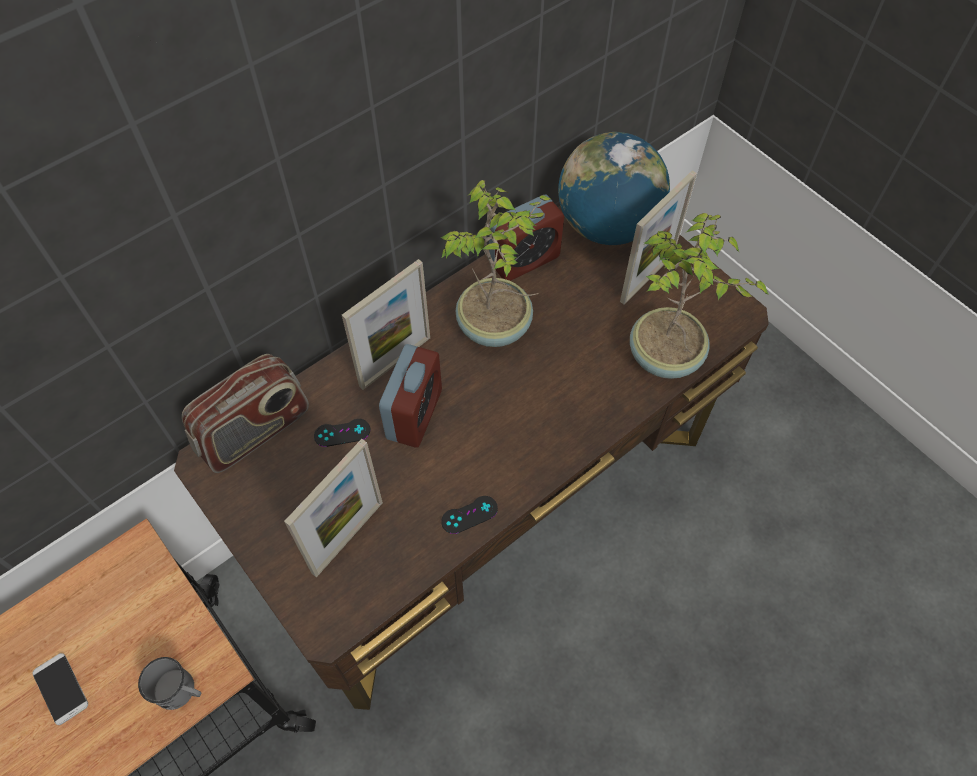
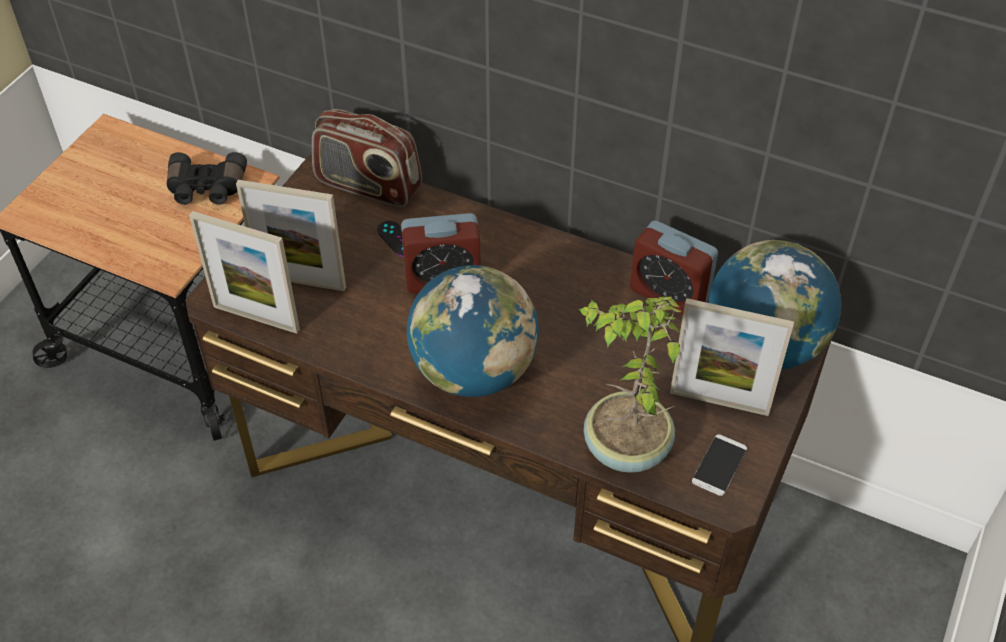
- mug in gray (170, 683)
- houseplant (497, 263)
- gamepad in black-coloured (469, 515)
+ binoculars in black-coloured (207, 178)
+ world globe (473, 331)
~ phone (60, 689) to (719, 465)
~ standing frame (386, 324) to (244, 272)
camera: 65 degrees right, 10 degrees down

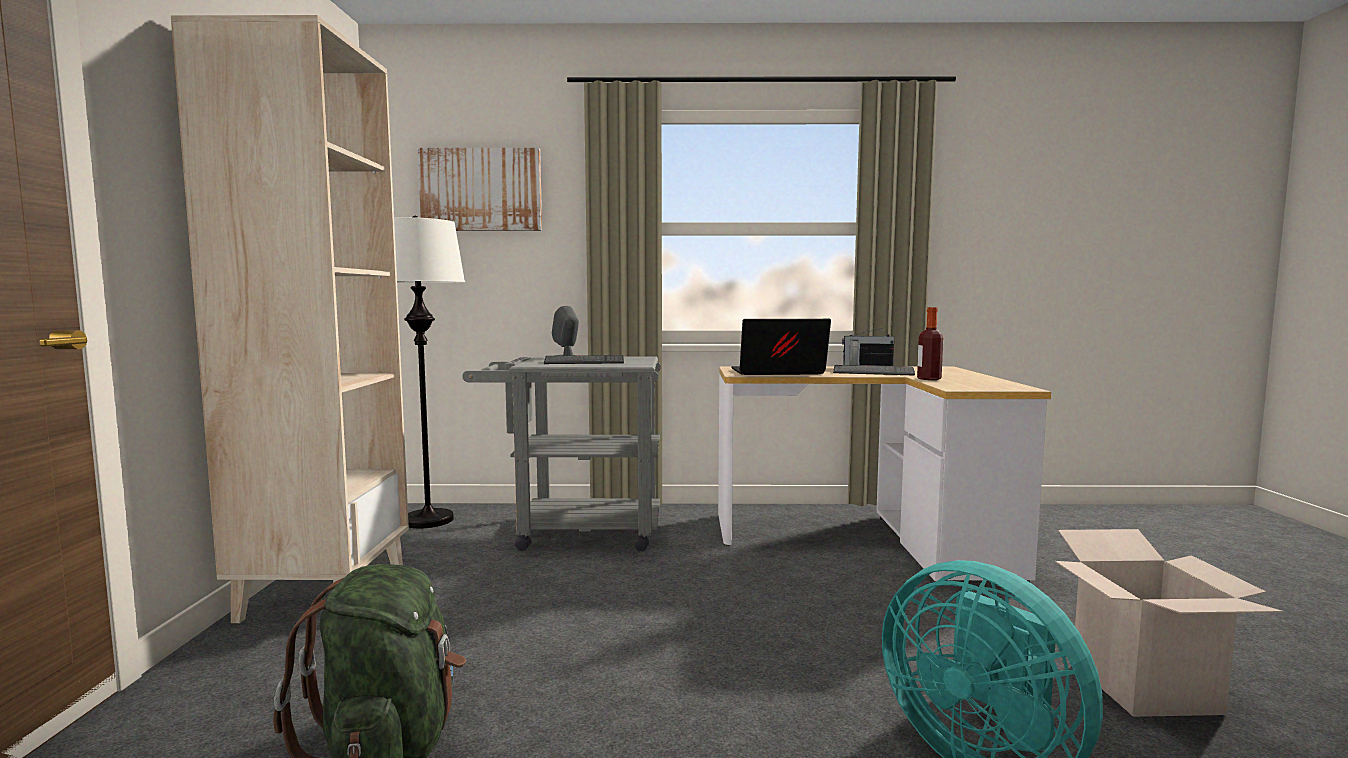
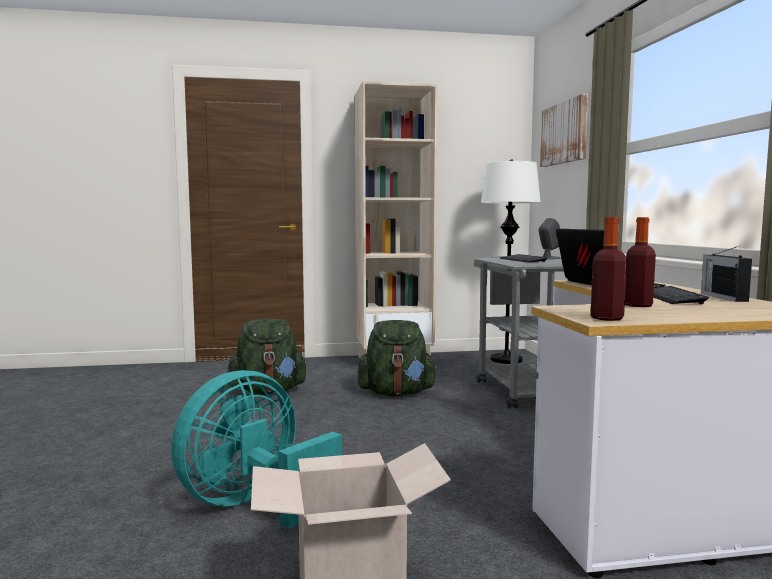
+ knapsack in green-coloured (397, 358)
+ bottle (609, 269)
camera: 80 degrees right, 0 degrees up

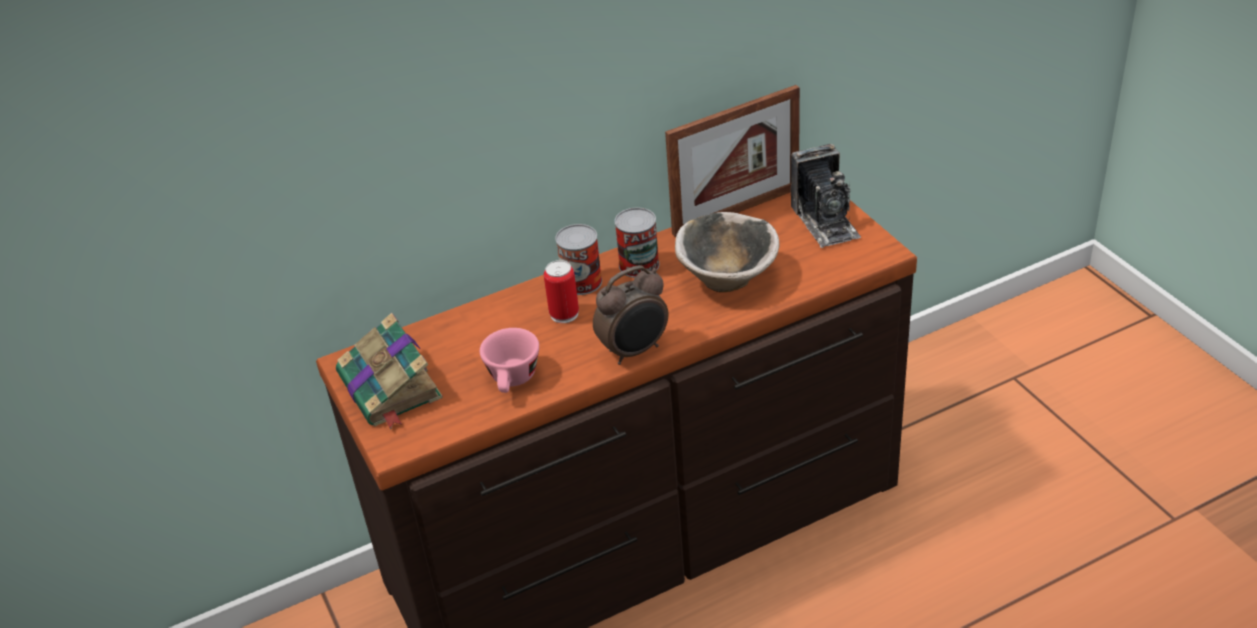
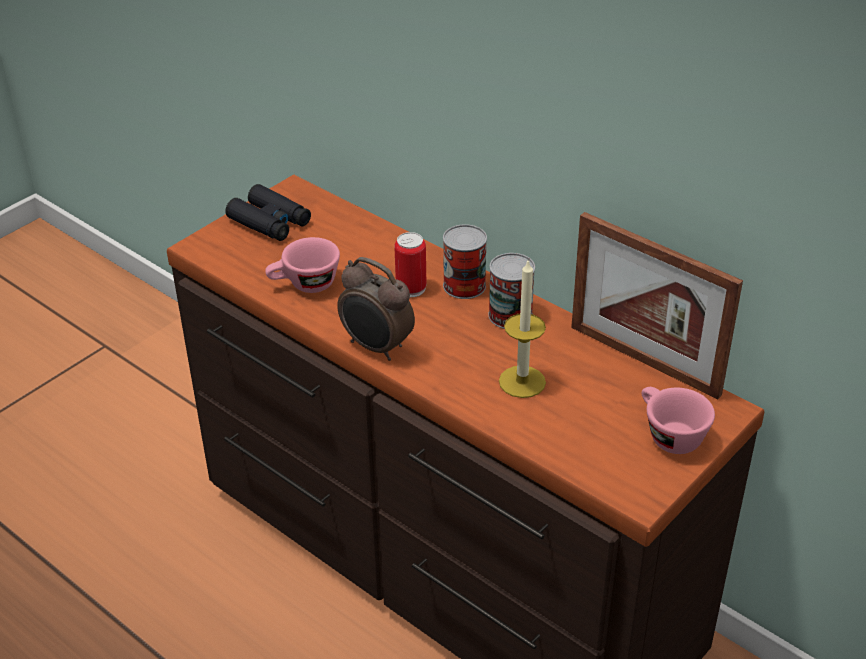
~ book (389, 371) to binoculars in black-coloured (268, 212)
~ bowl (727, 252) to candle (522, 329)
~ still camera (826, 196) to drinking cup in pink (678, 420)
camera: 65 degrees right, 0 degrees up

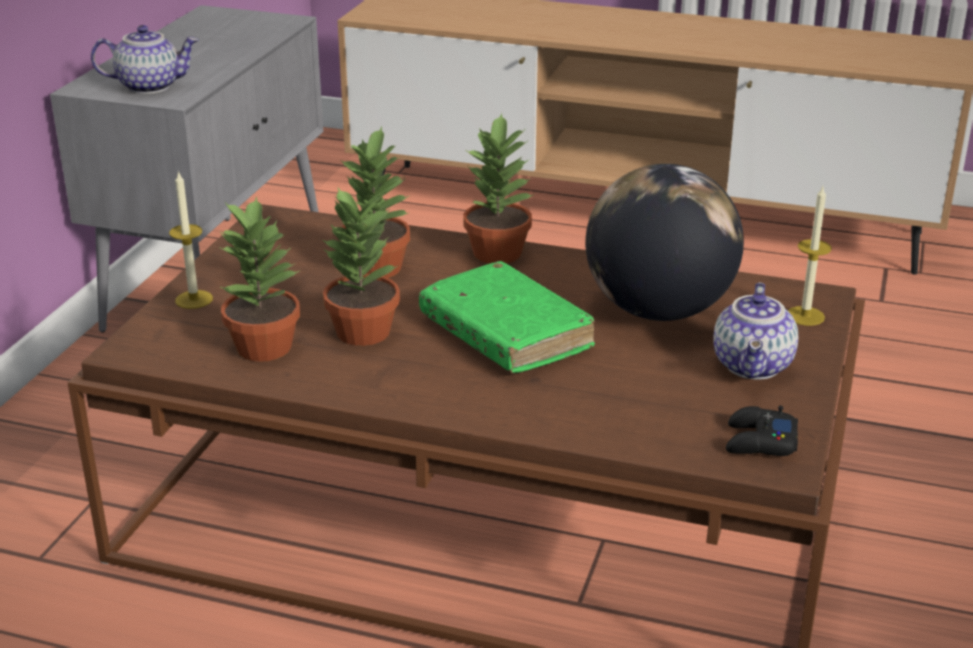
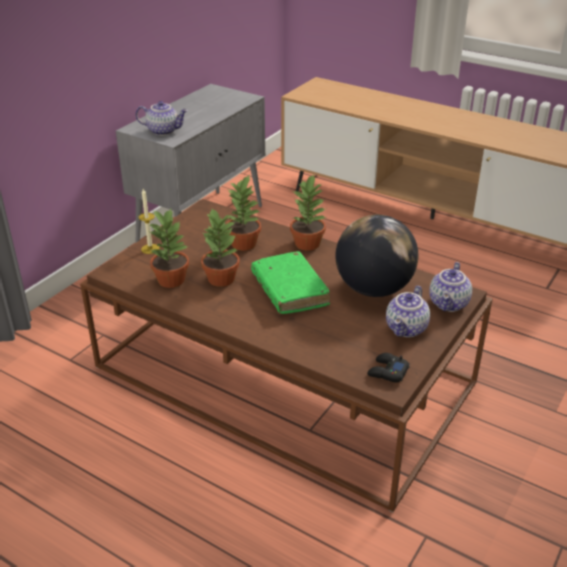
~ candle (809, 256) to teapot (450, 287)
camera: 15 degrees right, 5 degrees up

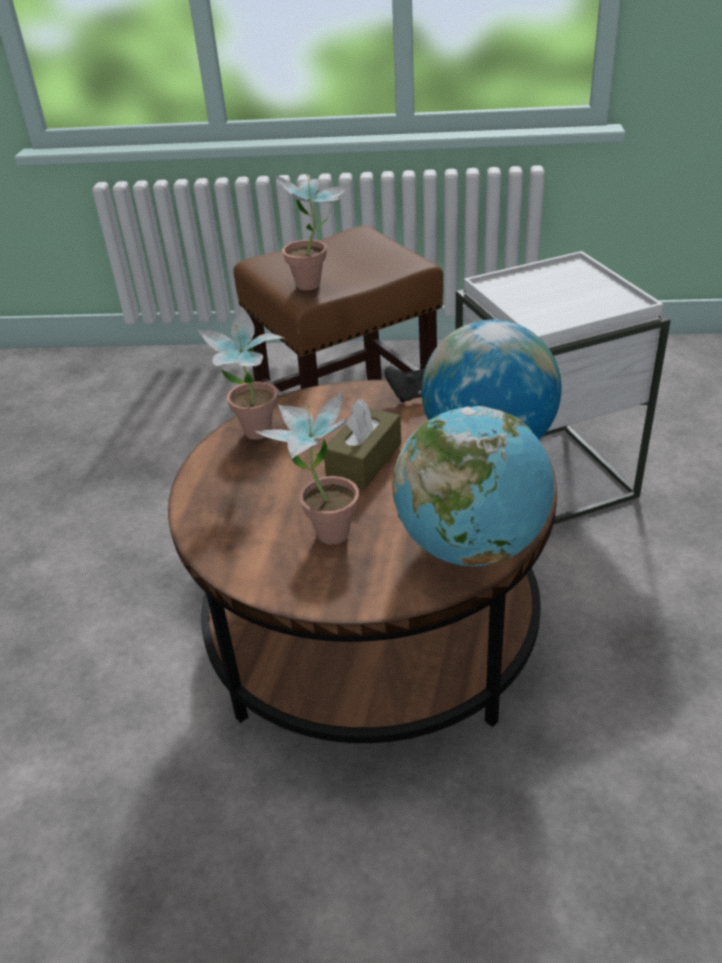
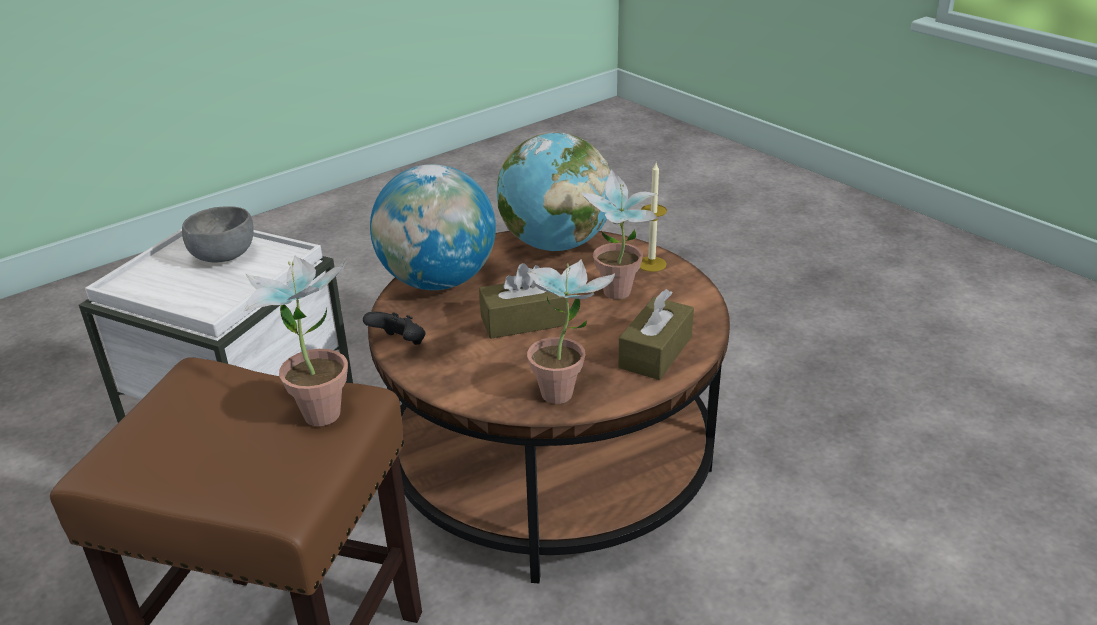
+ bowl in gray (218, 234)
+ box of tissues in brown (656, 334)
+ candle (653, 217)
camera: 135 degrees left, 5 degrees down

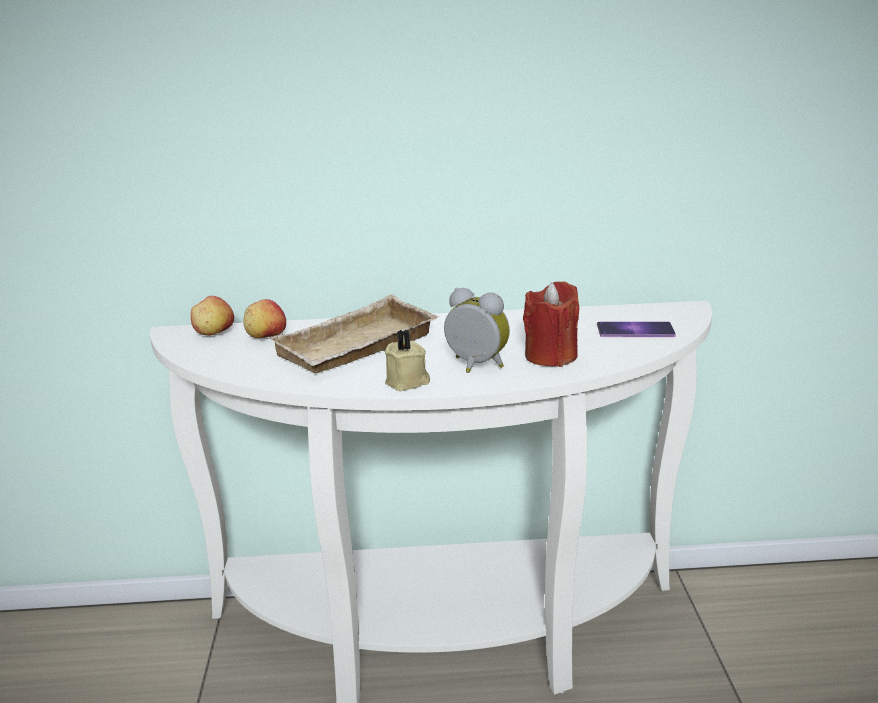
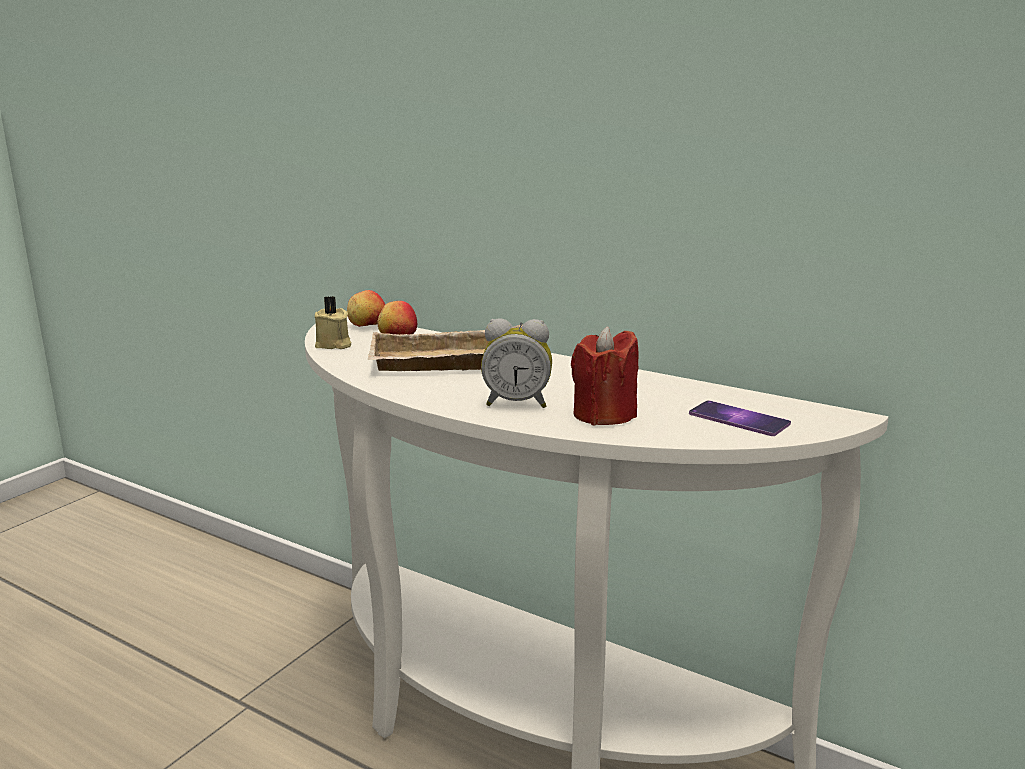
~ candle in sand-coloured (407, 360) to (333, 322)
~ alarm clock (477, 330) = (516, 363) 120 degrees clockwise
camera: 35 degrees right, 5 degrees down

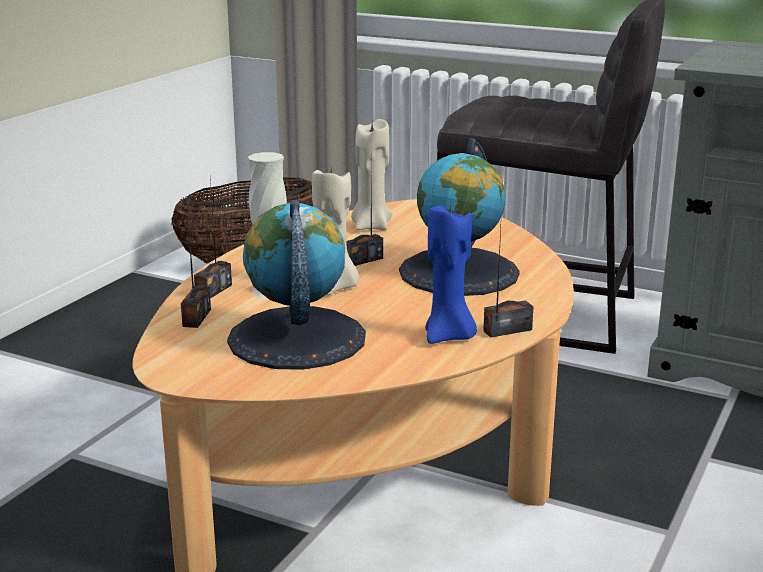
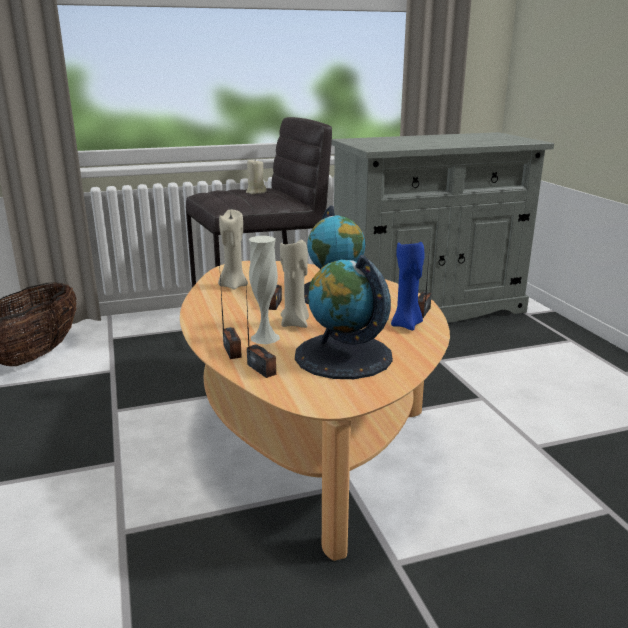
+ candle in sand-coloured (256, 177)
camera: 45 degrees left, 0 degrees up

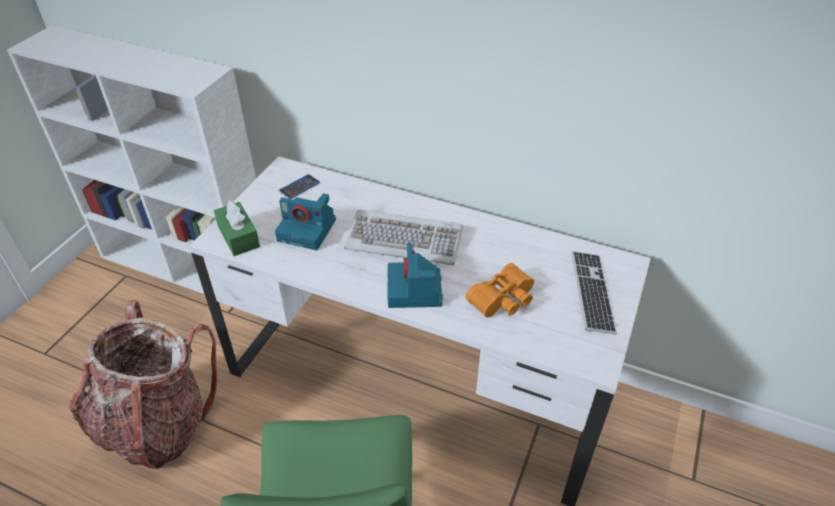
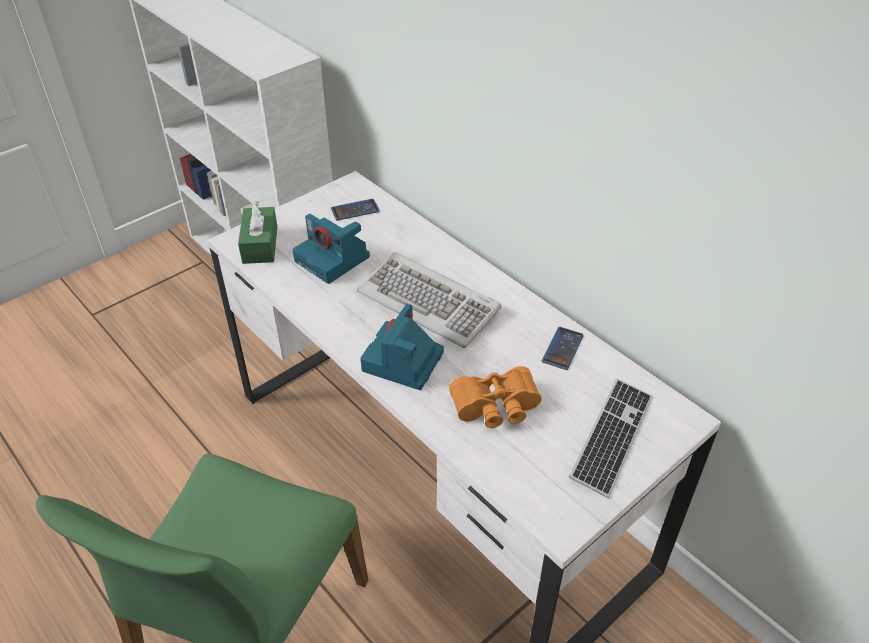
- knapsack (143, 384)
+ phone (563, 348)
camera: 25 degrees right, 0 degrees up

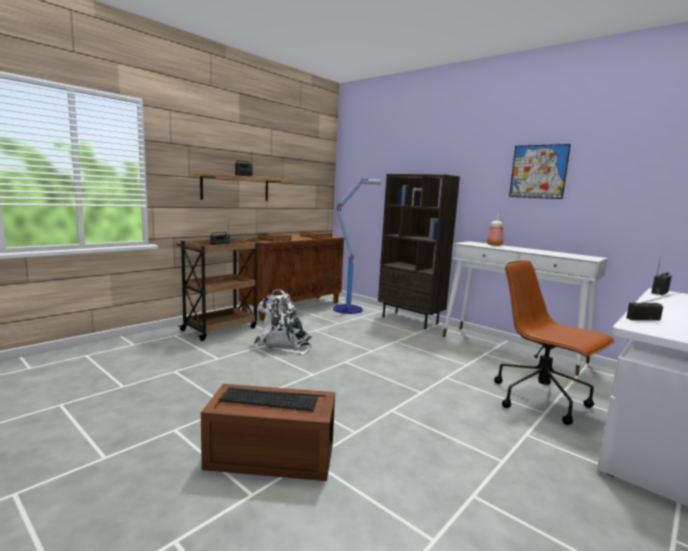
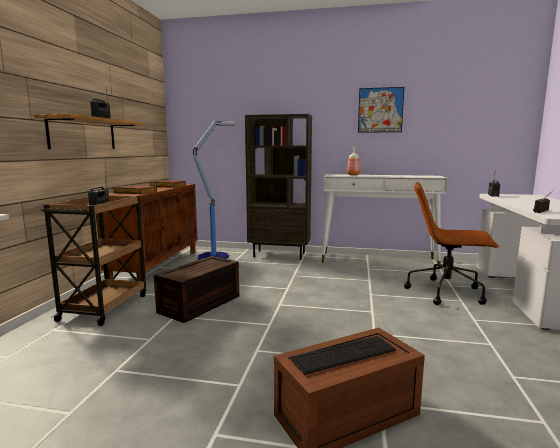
~ knapsack in white-coloured (282, 321) to storage container in brown (196, 289)
camera: 30 degrees left, 0 degrees up

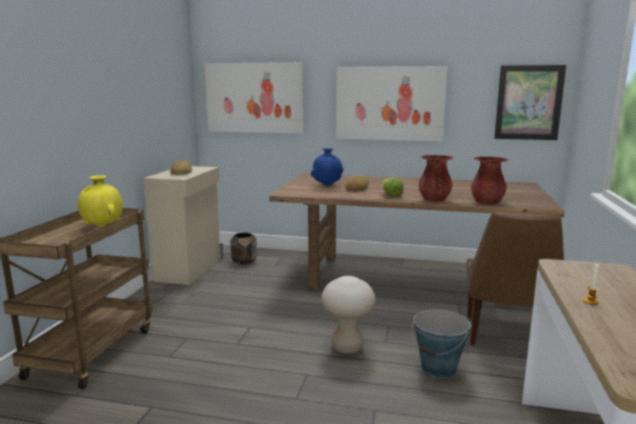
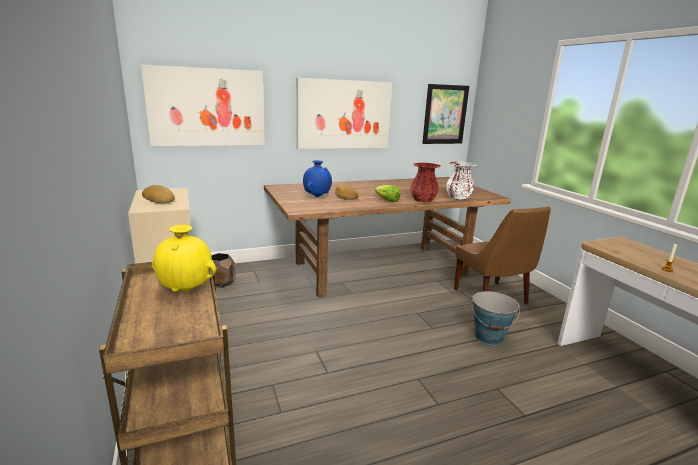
- stool seat in sand-coloured (348, 315)
~ vase in reddish (489, 180) to vase in white-coloured (461, 181)
camera: 35 degrees left, 5 degrees up

